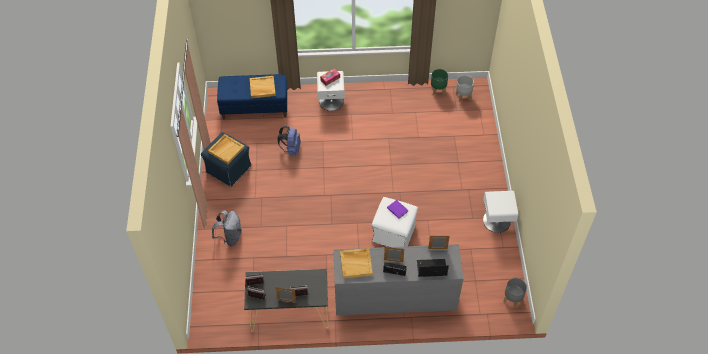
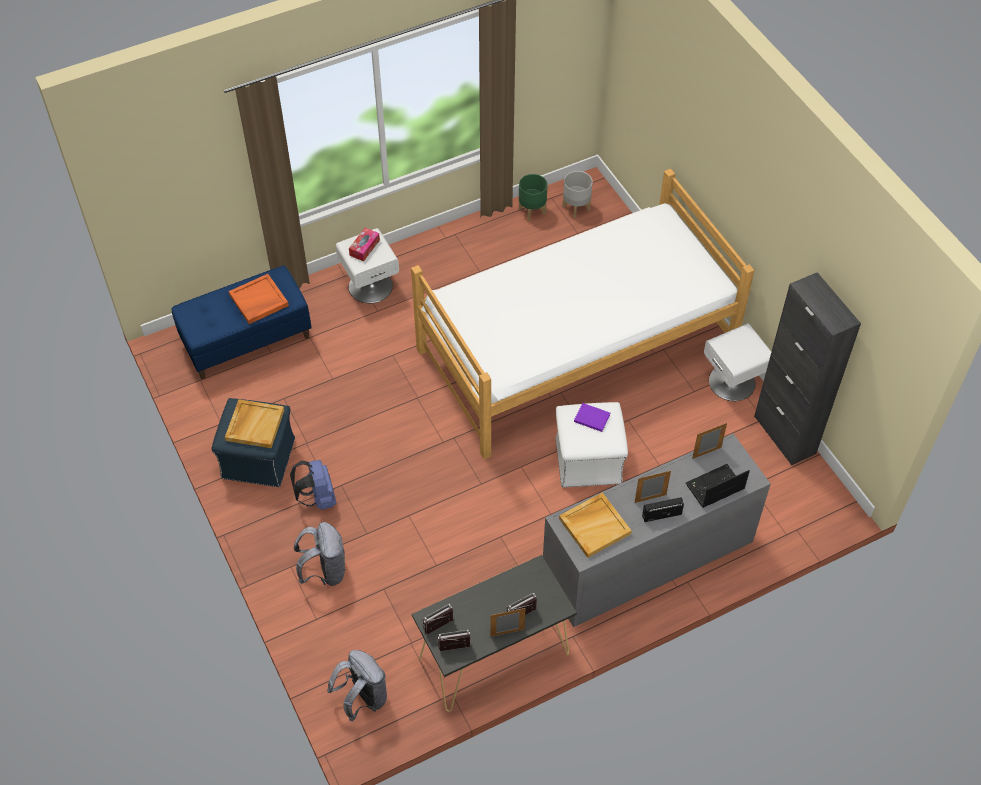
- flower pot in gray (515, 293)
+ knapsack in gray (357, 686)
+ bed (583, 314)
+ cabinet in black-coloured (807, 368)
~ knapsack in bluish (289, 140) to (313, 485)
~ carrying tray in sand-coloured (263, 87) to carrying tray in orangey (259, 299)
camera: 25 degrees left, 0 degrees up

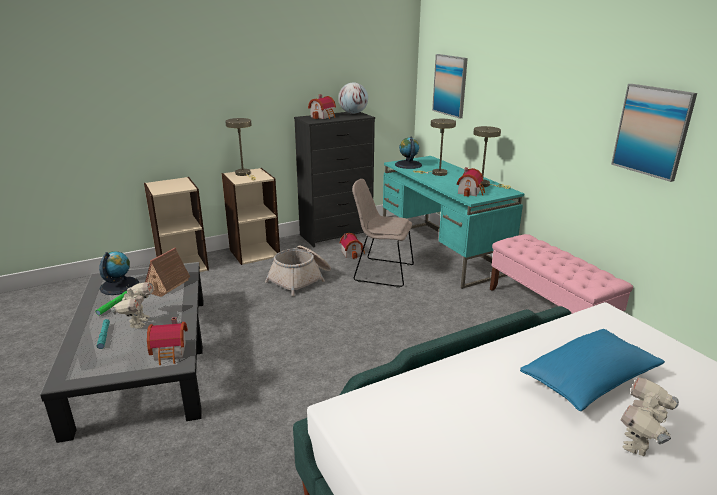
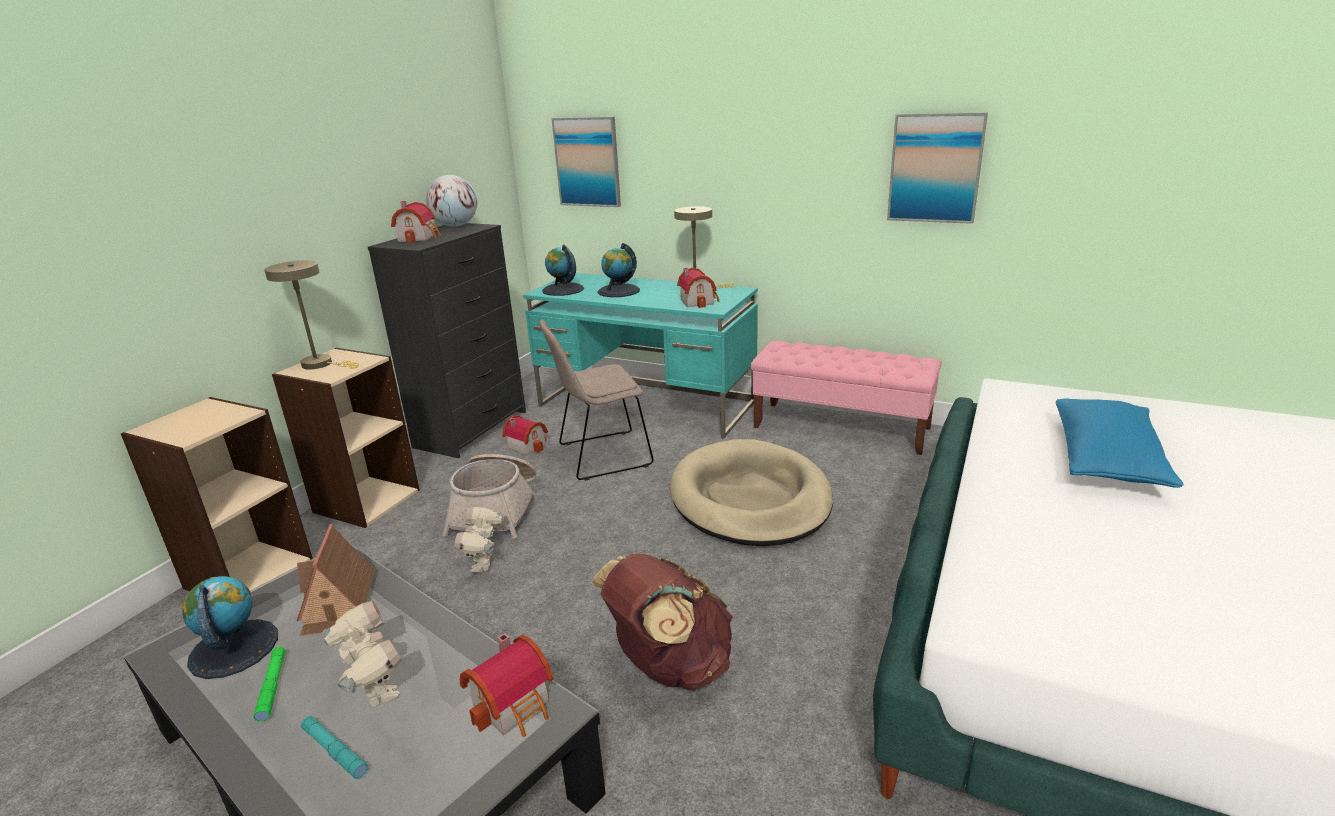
+ knapsack in brown (662, 621)
+ dog bed in sand-coloured (751, 492)
~ model robot (650, 416) to (479, 539)
~ table lamp in sand-coloured (434, 147) to world globe (619, 270)
camera: 35 degrees left, 0 degrees up

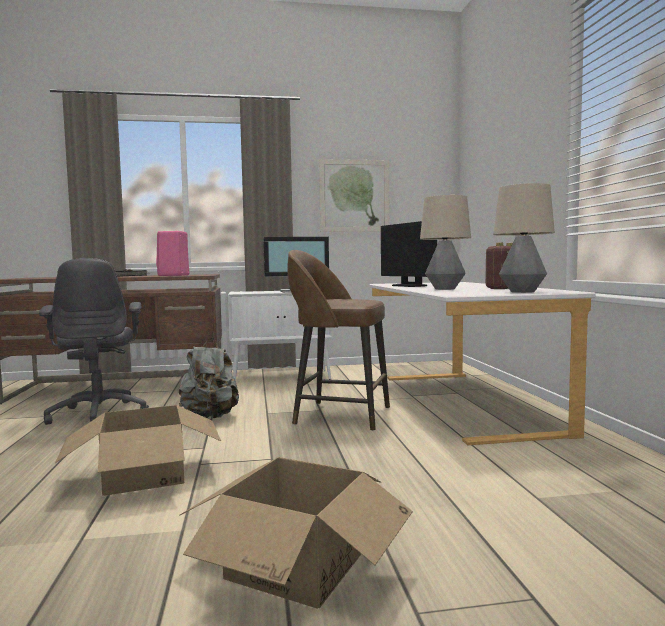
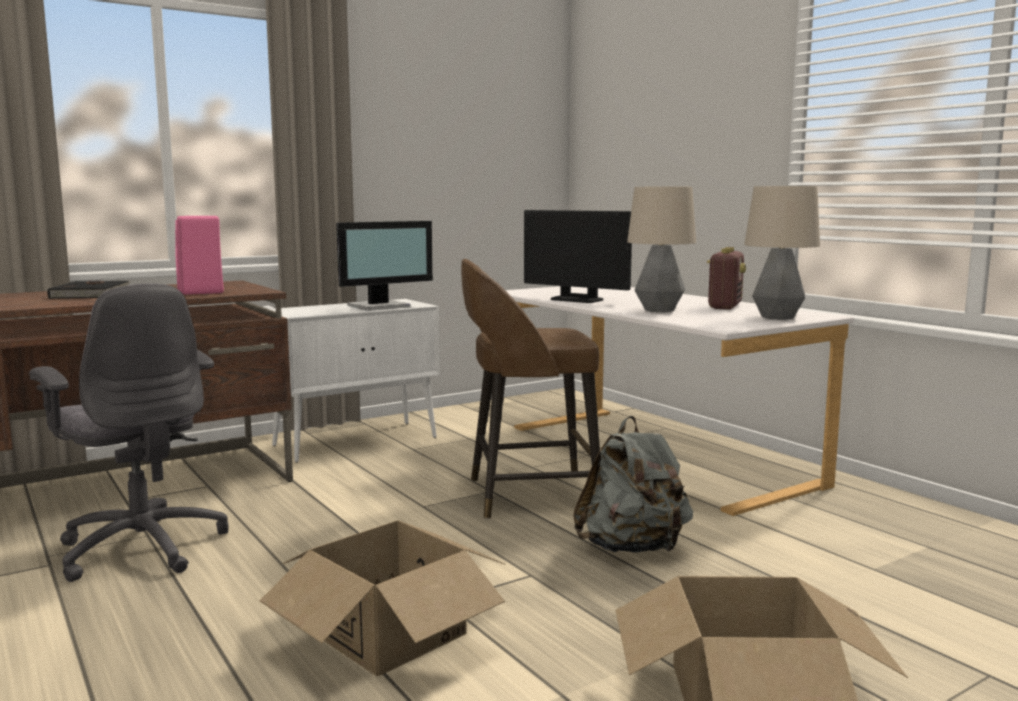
- picture (354, 195)
~ knapsack in gray (209, 378) to (633, 484)
camera: 25 degrees left, 5 degrees up

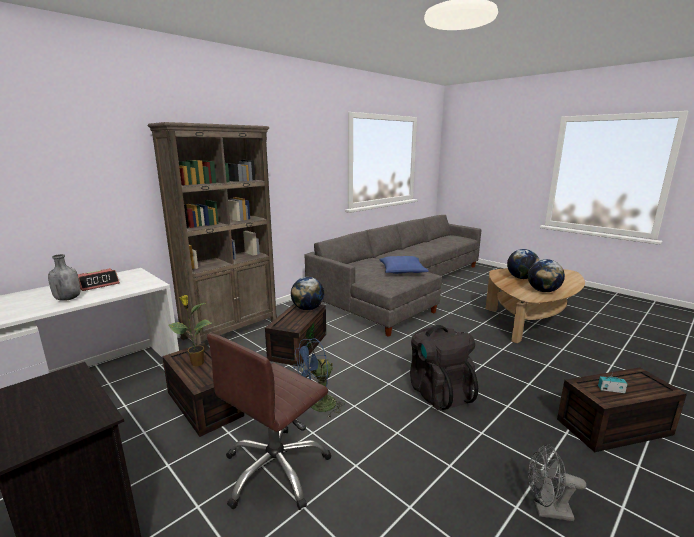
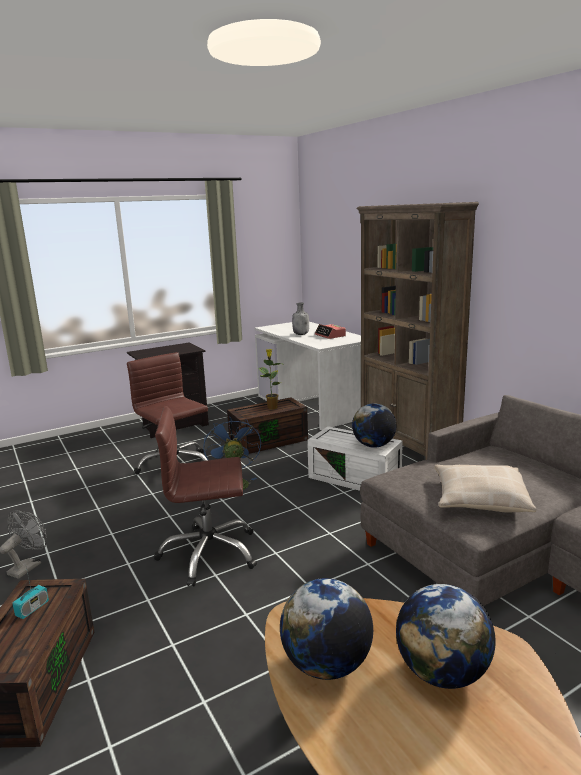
~ knapsack in black-coloured (444, 368) to office chair in brown (205, 496)
~ storage container in brown (295, 335) to storage container in white-coloured (355, 458)
~ cushion in bluish (404, 265) to cushion in sand-coloured (485, 488)
camera: 105 degrees right, 0 degrees up

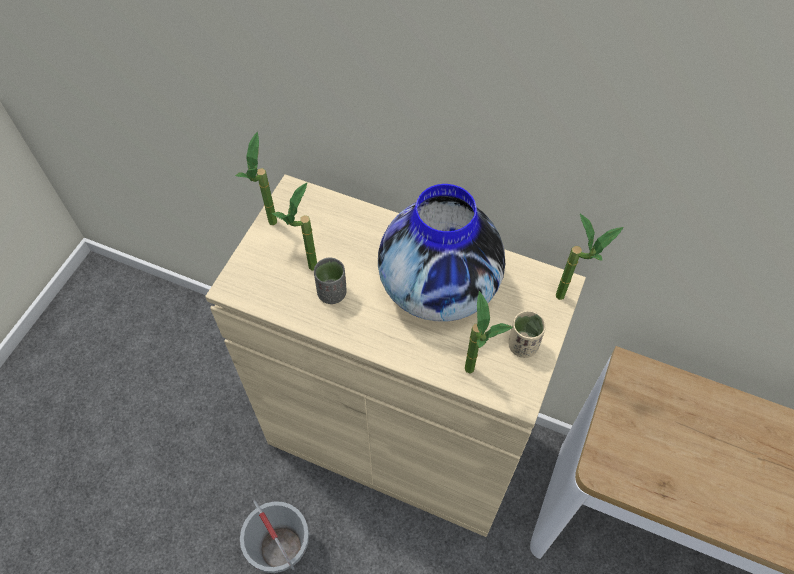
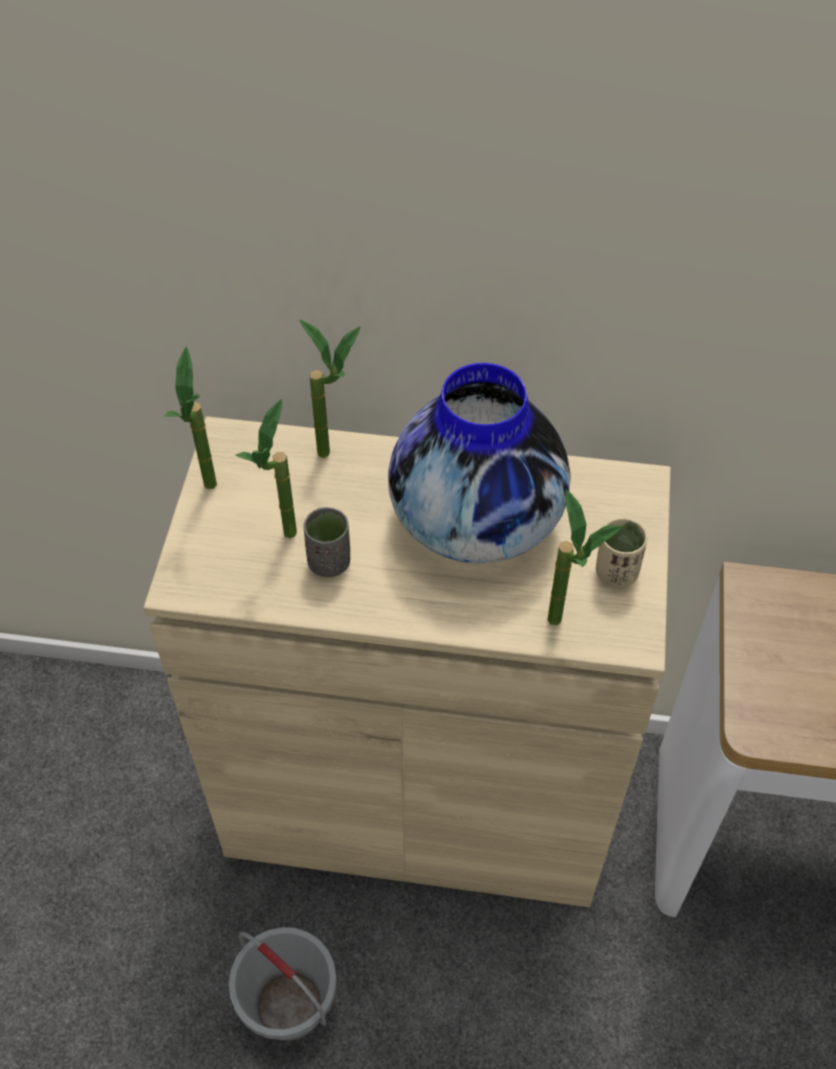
~ houseplant (590, 257) to (330, 389)
camera: 15 degrees left, 5 degrees down

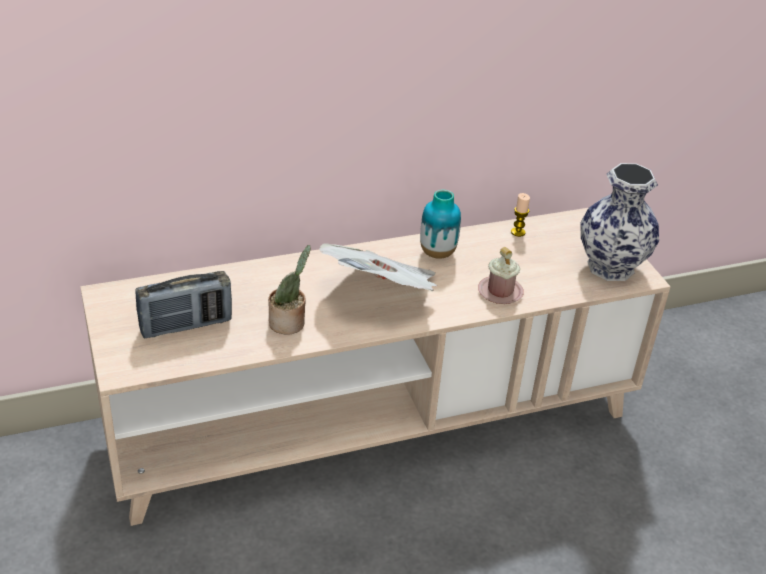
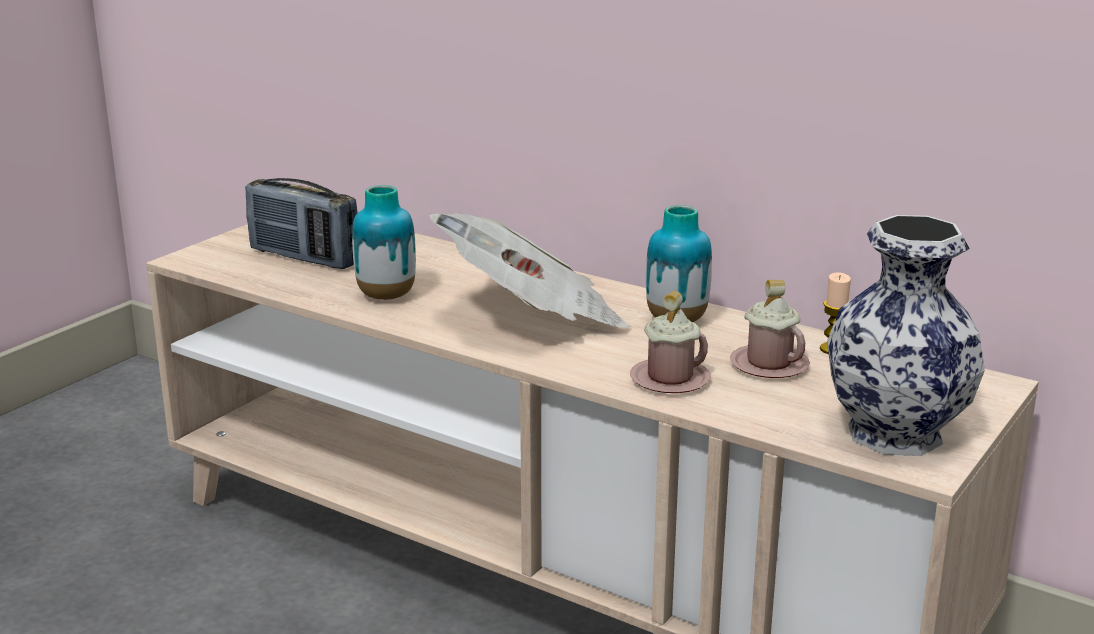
+ mug in pink (770, 329)
~ houseplant (289, 289) to vase (384, 242)
camera: 55 degrees right, 15 degrees down

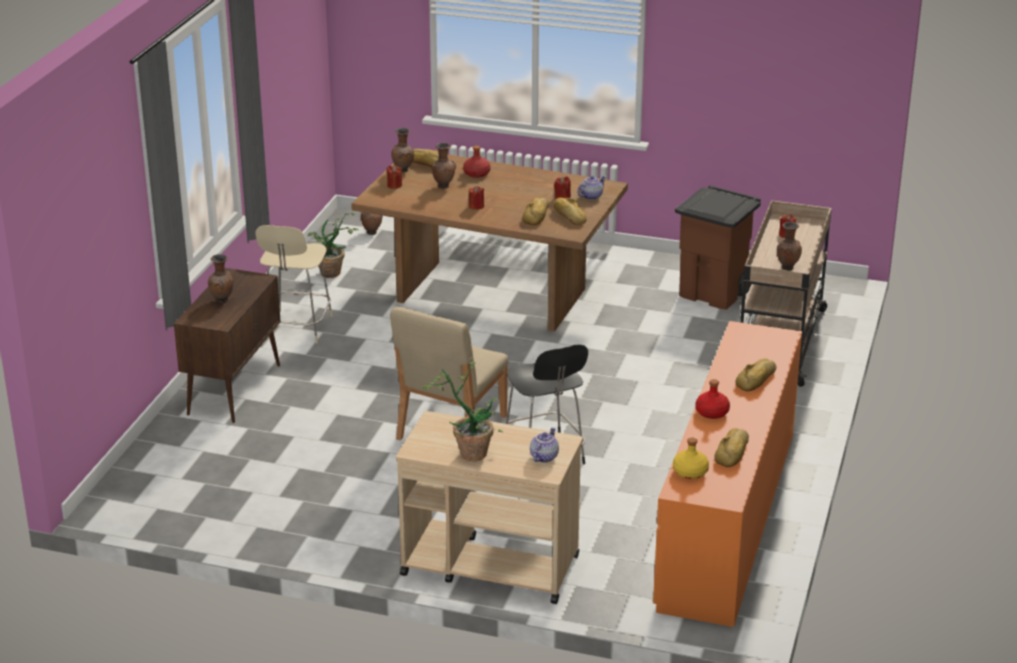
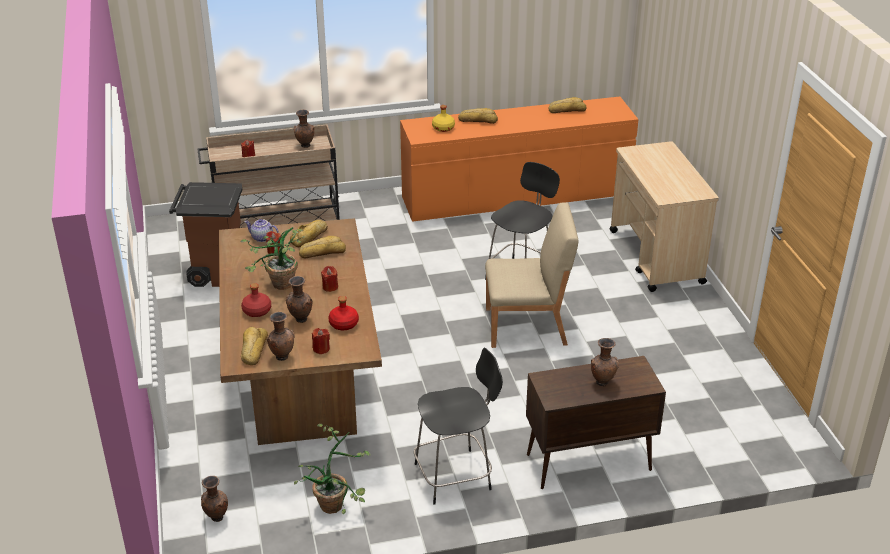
- teapot (544, 444)
~ houseplant (463, 411) to (272, 258)
~ bottle in yellowish (691, 458) to (443, 118)
~ bottle in reddish (713, 399) to (343, 313)
~ upright chair in sand-coloured (294, 284) to upright chair in black-coloured (458, 426)
camera: 120 degrees left, 5 degrees up

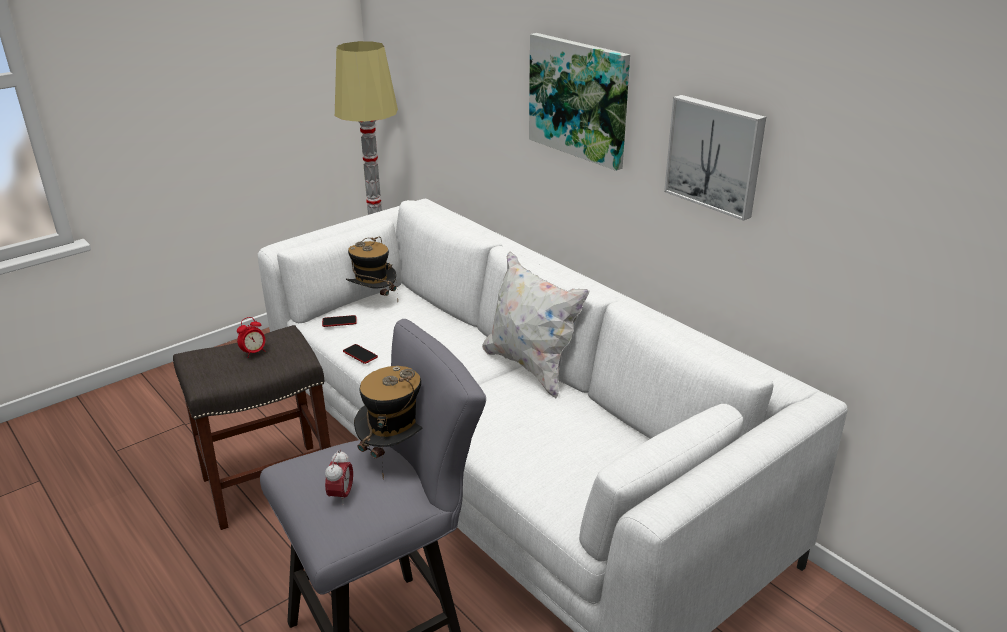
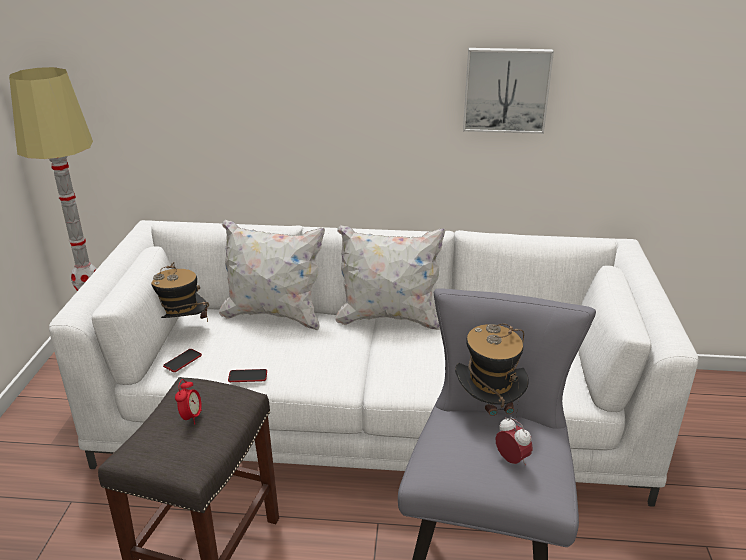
- picture (579, 102)
+ cushion in white-coloured (272, 274)
camera: 45 degrees left, 0 degrees up

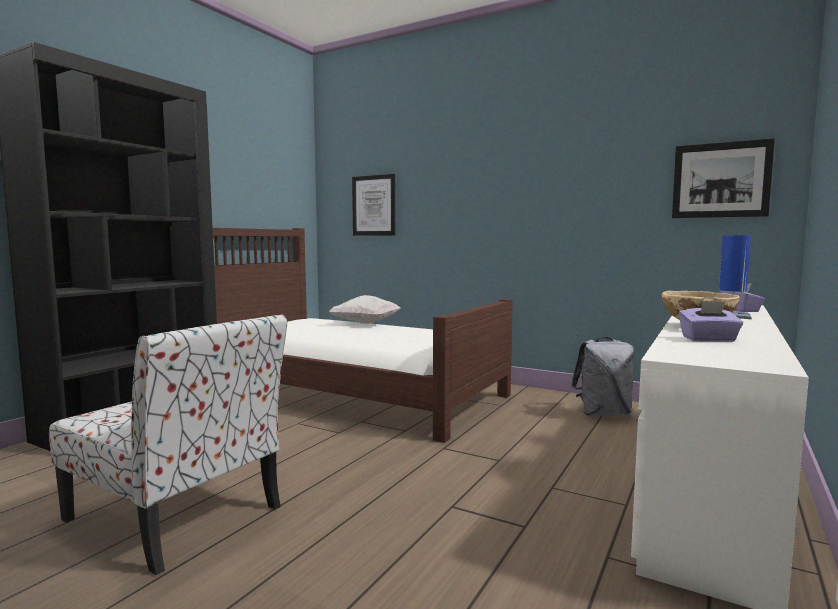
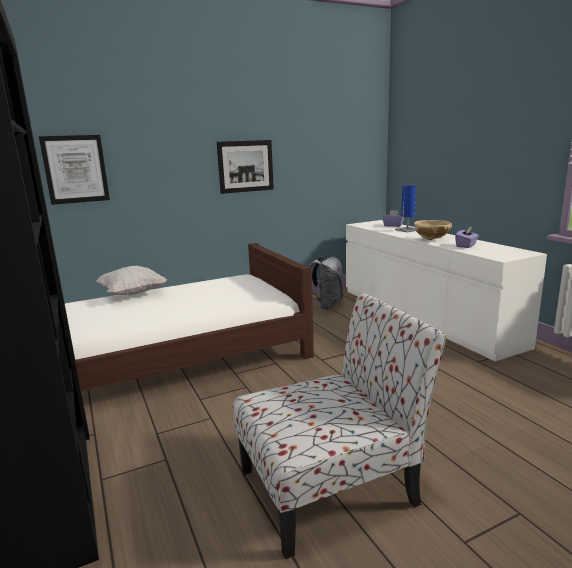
~ picture (723, 178) to (245, 167)
camera: 55 degrees left, 10 degrees up

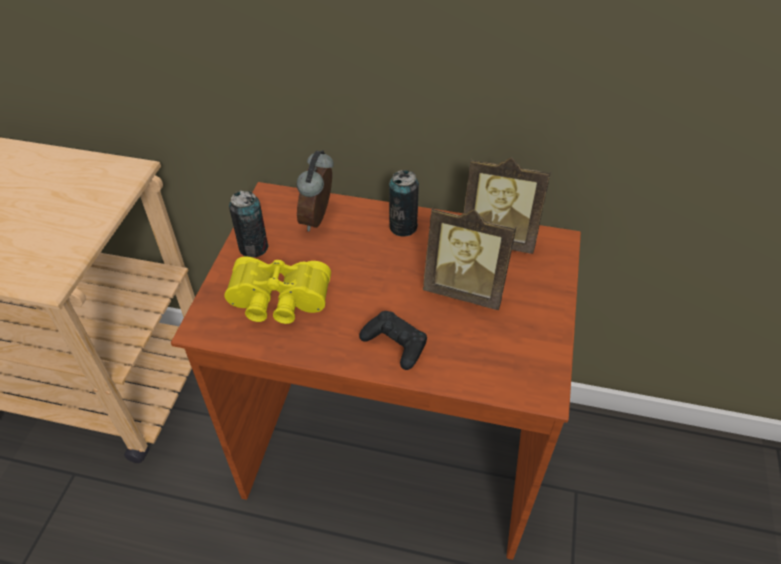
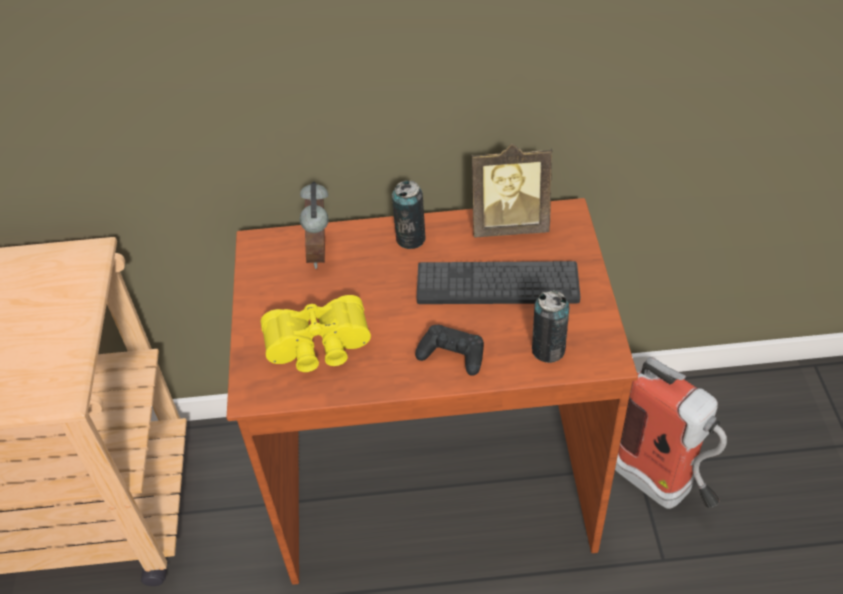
+ fire extinguisher (671, 433)
~ can (249, 223) to (550, 326)
~ standing frame (469, 258) to computer keyboard (498, 282)
camera: 15 degrees left, 0 degrees up

